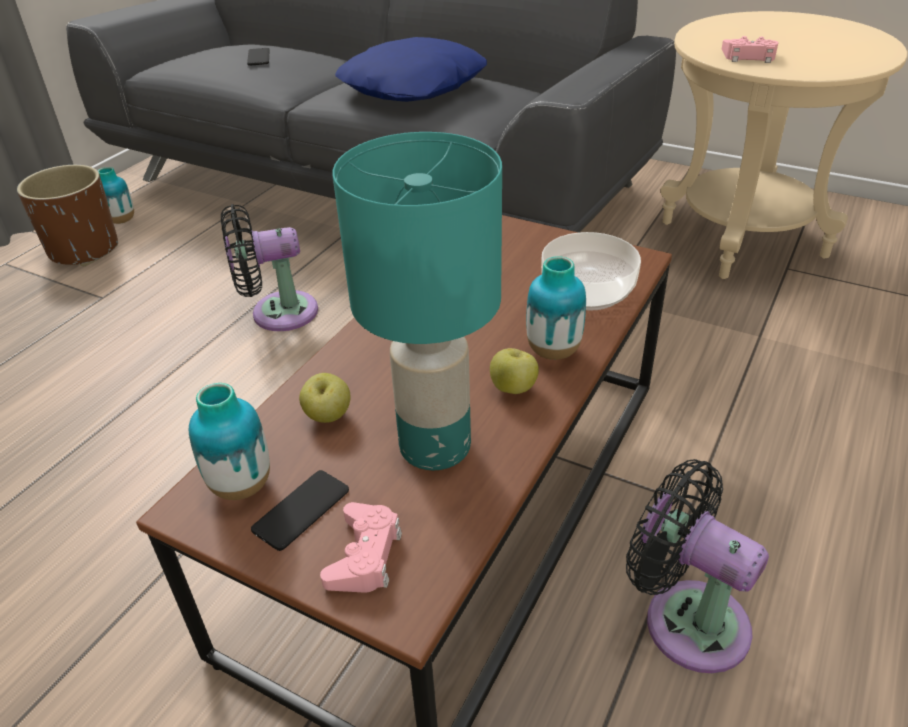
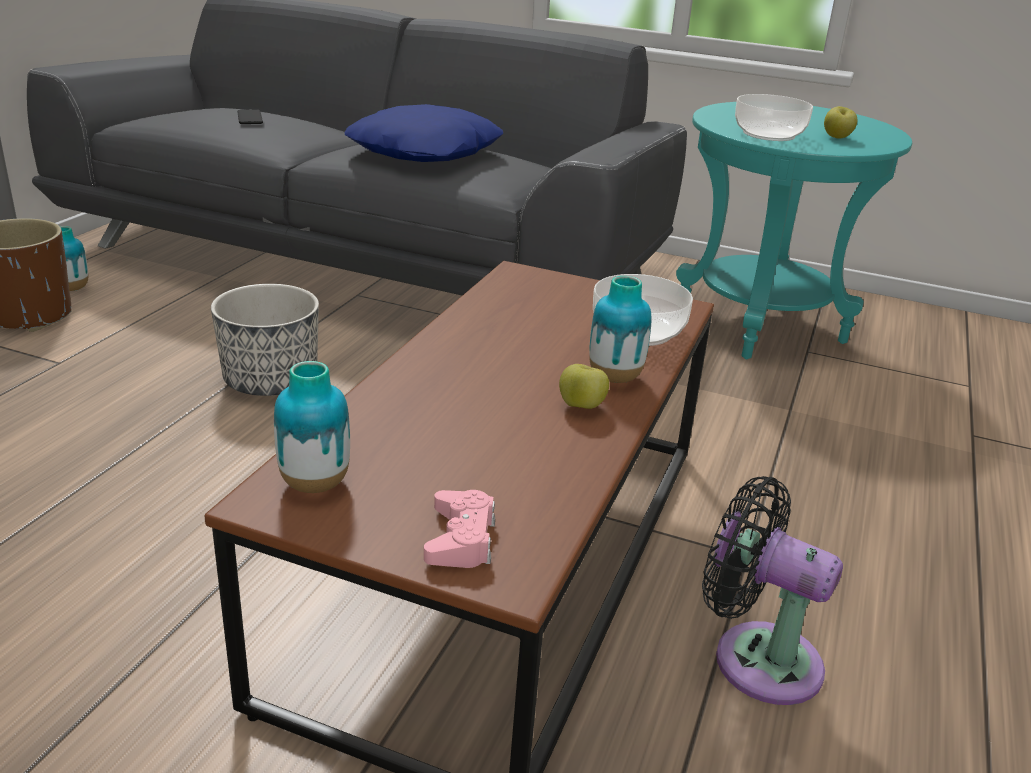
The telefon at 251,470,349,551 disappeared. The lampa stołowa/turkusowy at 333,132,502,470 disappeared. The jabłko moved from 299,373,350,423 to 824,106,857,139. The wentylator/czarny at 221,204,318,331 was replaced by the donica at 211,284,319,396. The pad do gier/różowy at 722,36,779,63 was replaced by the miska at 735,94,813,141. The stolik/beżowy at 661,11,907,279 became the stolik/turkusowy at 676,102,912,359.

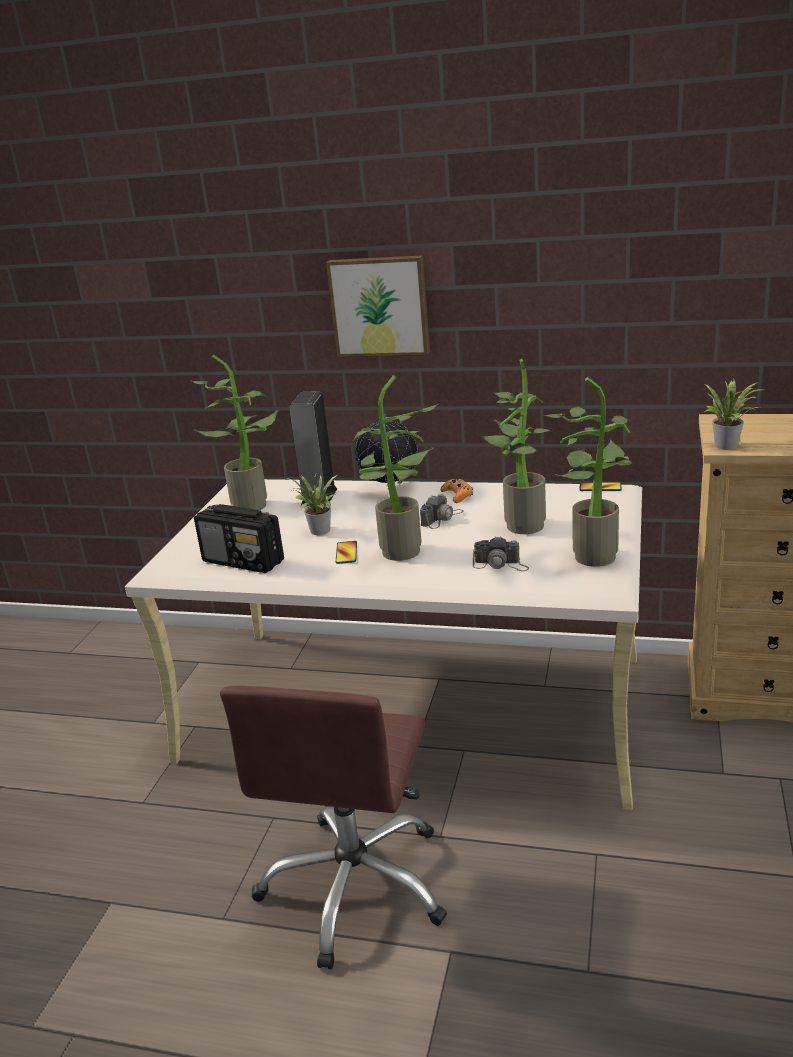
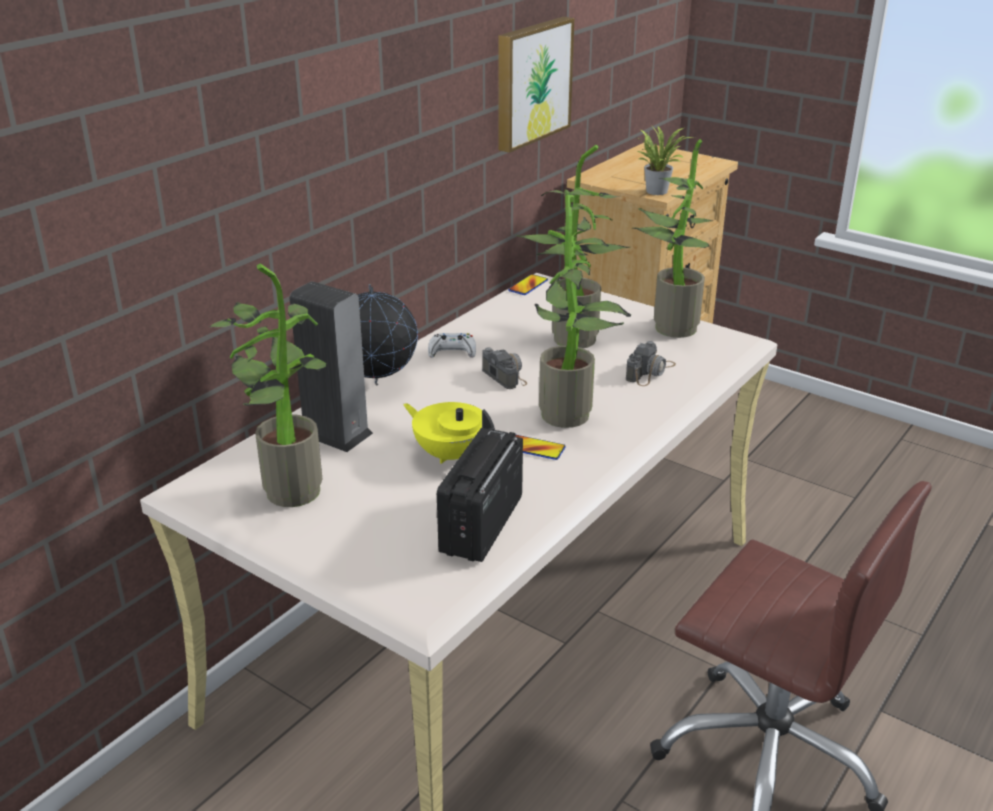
The obraz moved from 326,255,430,357 to 498,17,574,153. The roślina doniczkowa at 285,474,337,535 was replaced by the imbryk/żółty at 403,402,495,464. The pad do gier/pomarańczowy at 441,479,473,503 became the pad do gier/biały at 428,333,476,358. The radio at 194,504,284,573 turned 150 degrees clockwise.

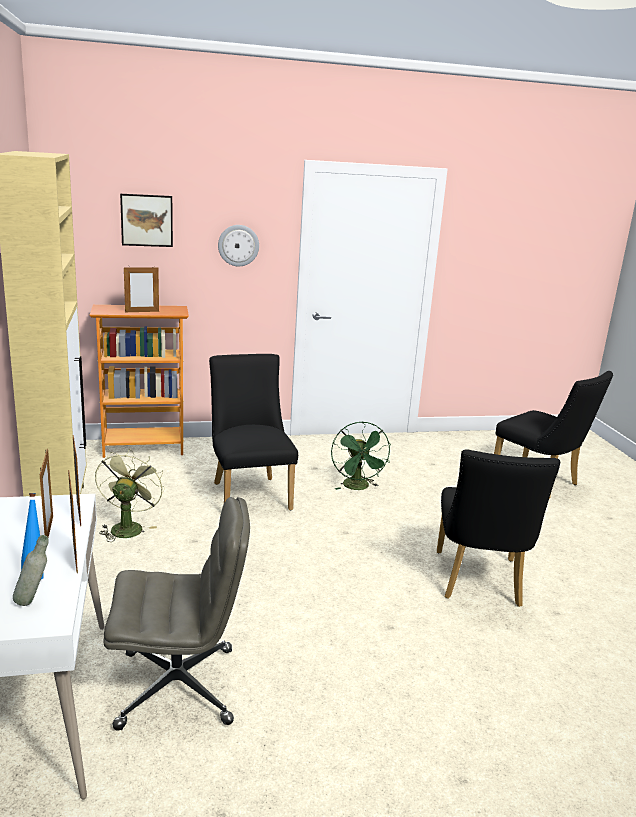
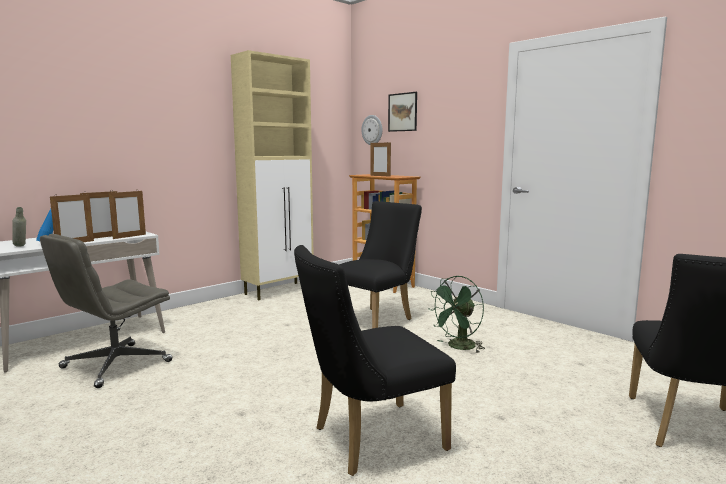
The wentylator/zielony at 95,449,165,542 disappeared. The zegar ścienny moved from 218,225,259,266 to 361,115,382,145. The krzesło biurowe/szary at 103,497,250,731 turned 75 degrees clockwise.

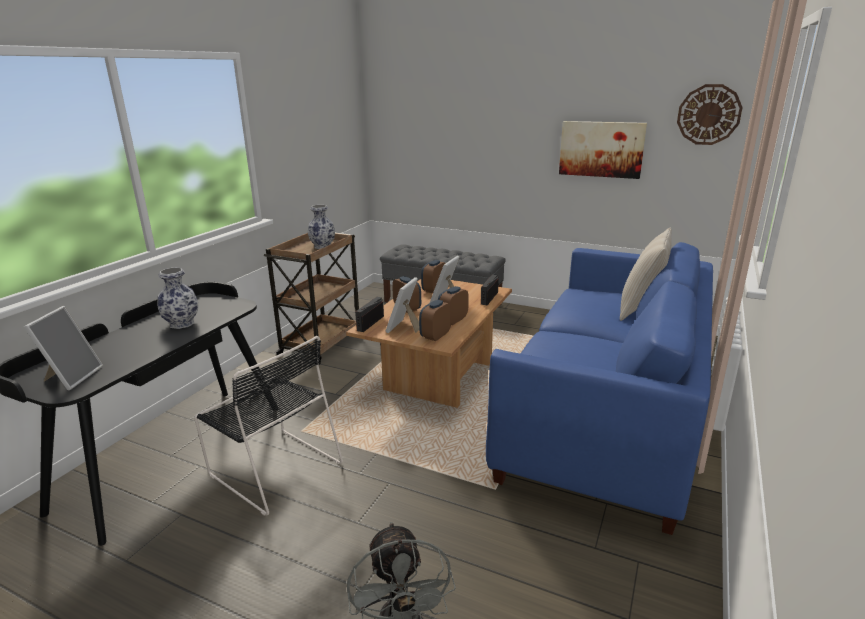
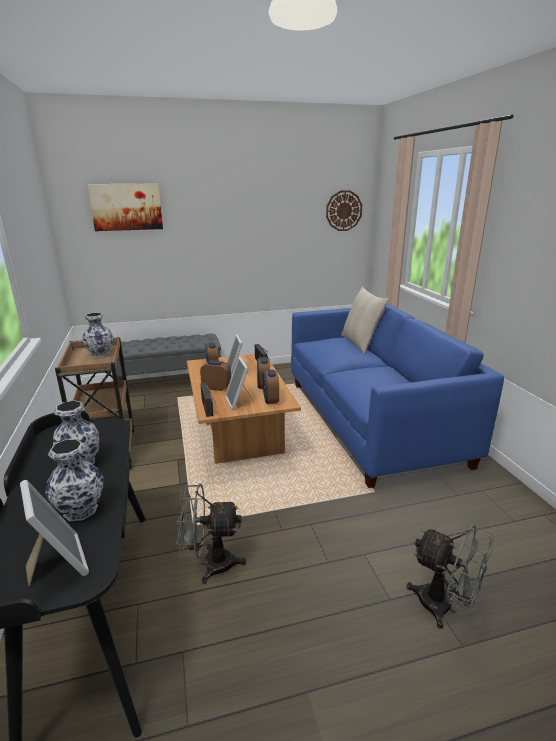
The wazon at 45,439,104,521 appeared. The obraz moved from 559,121,647,179 to 87,184,163,231. The krzesło/czarny at 194,336,343,516 was replaced by the wentylator/szary at 176,483,246,584.

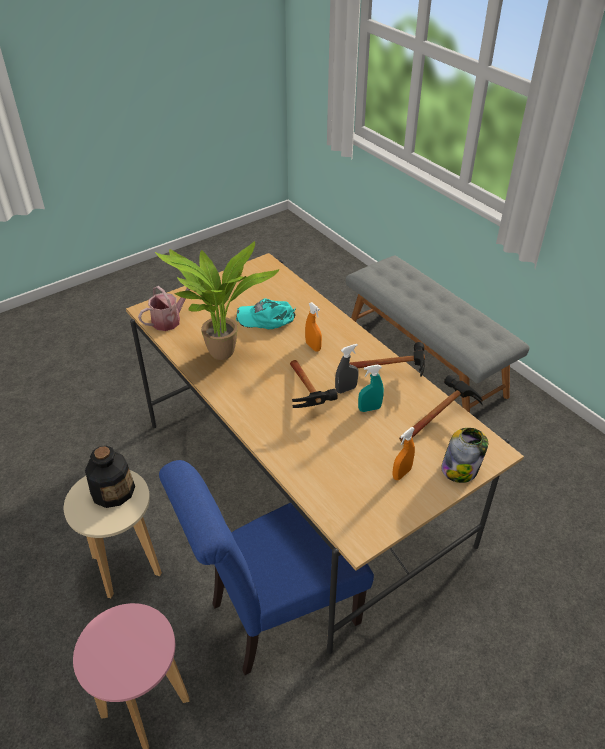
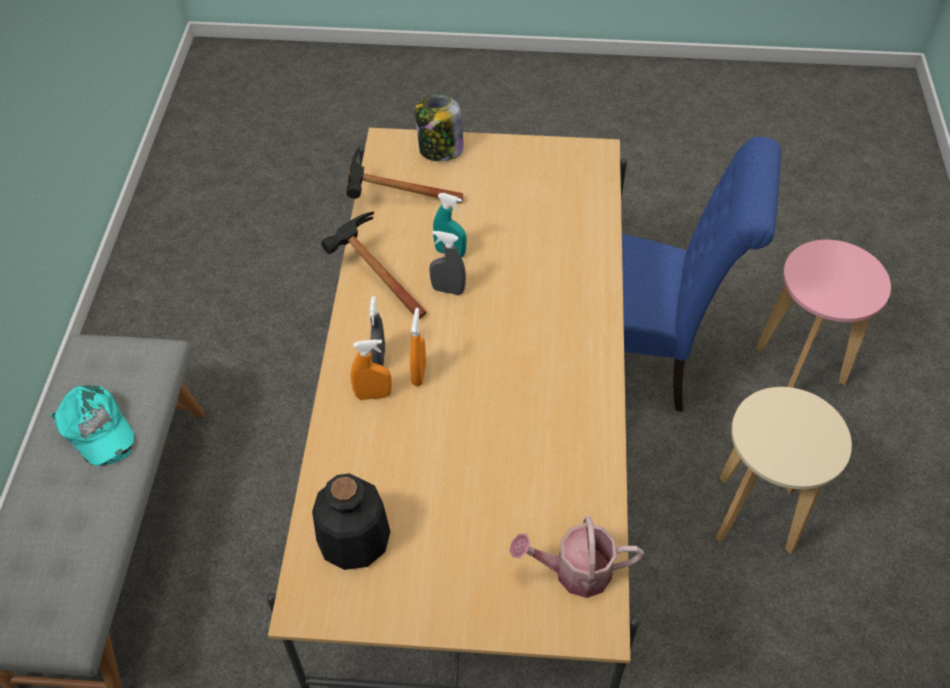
The roślina doniczkowa at 155,241,279,360 disappeared. The młotek at 290,360,338,408 disappeared. The spryskiwacz/szary at 369,297,385,366 appeared. The butelka moved from 85,446,135,508 to 312,473,390,570. The czapka z daszkiem/turkusowy moved from 236,298,296,329 to 50,386,135,466. The spryskiwacz/pomarańczowy moved from 392,427,415,480 to 351,339,392,400.

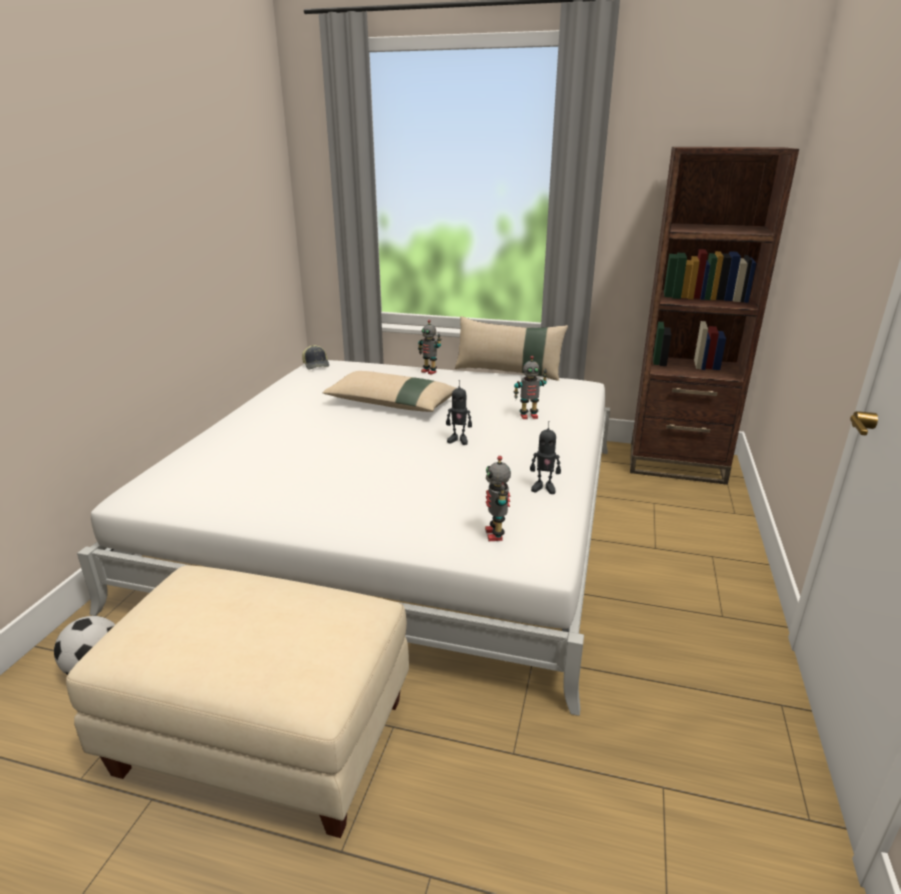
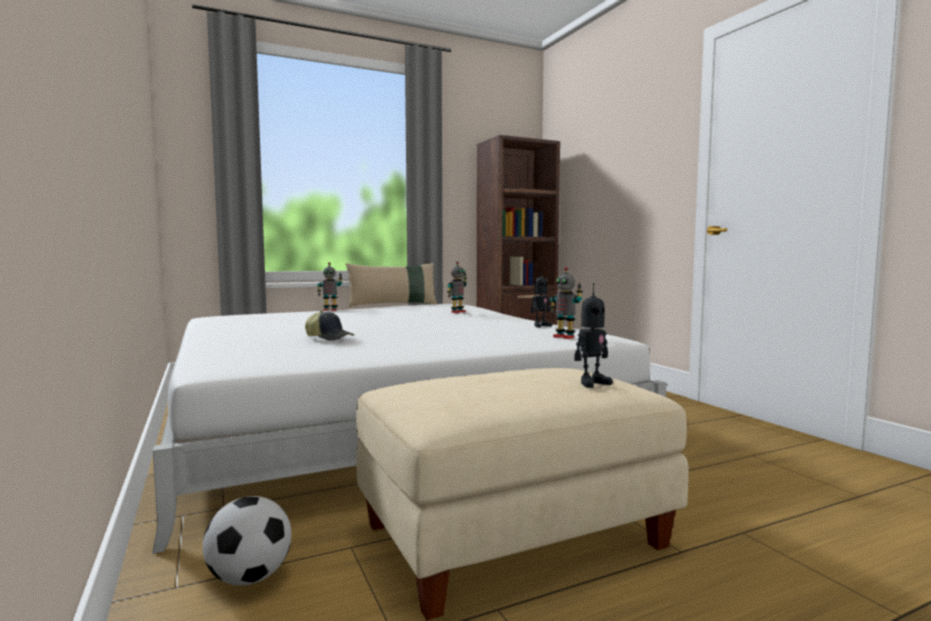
The poduszka/beżowy at 322,371,457,412 disappeared. The czapka z daszkiem moved from 302,345,329,370 to 305,311,354,341. The robot zabawkowy moved from 446,380,472,445 to 574,283,613,388.

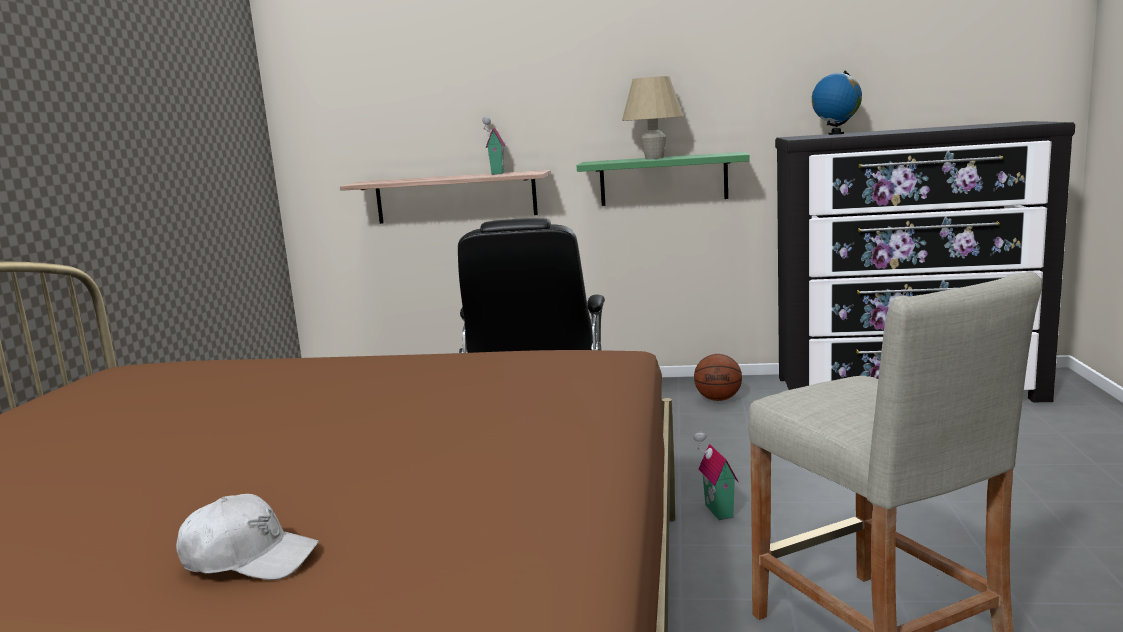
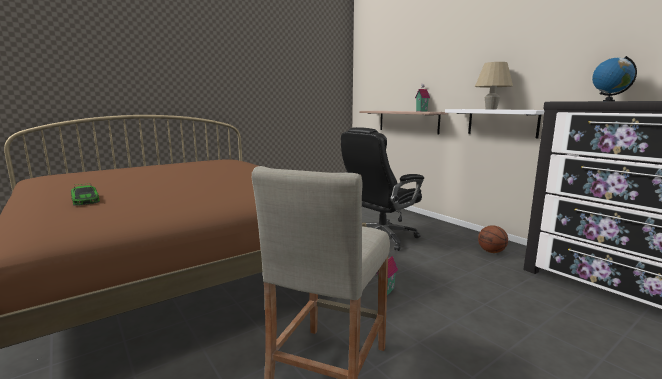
The czapka z daszkiem/biały at 176,494,319,580 was replaced by the samochodzik at 71,183,100,206. The półka/zielony at 577,152,750,206 became the półka/biały at 445,109,545,138.

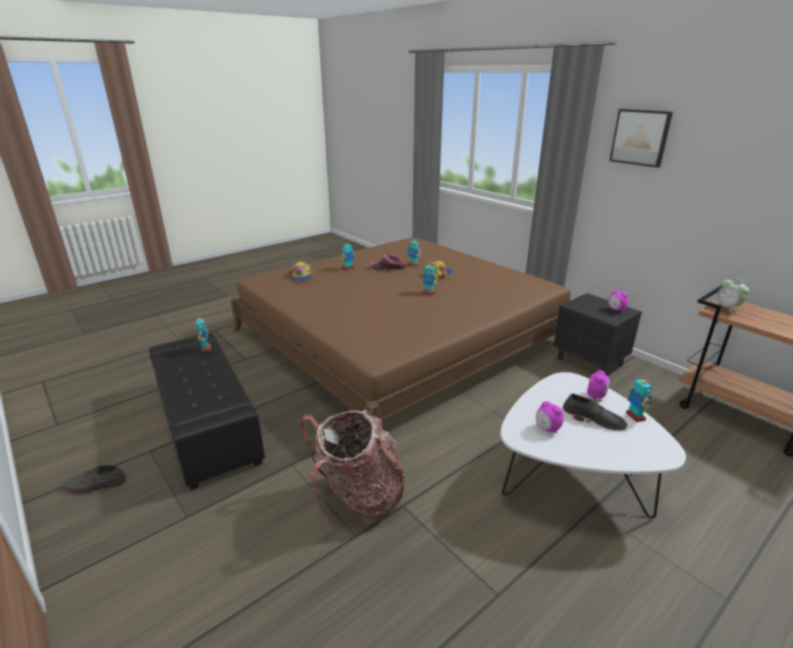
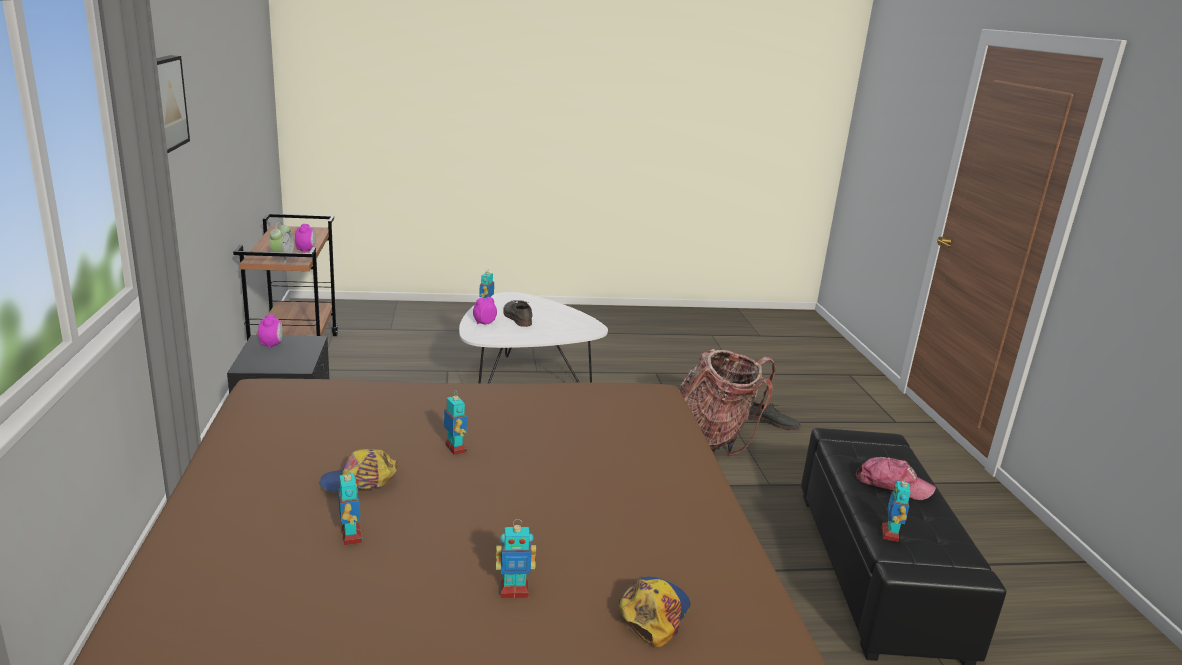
The but/szary moved from 62,465,127,494 to 747,402,801,430. The czapka z daszkiem moved from 370,254,406,271 to 856,457,936,500. The budzik moved from 536,401,563,433 to 295,224,315,253.

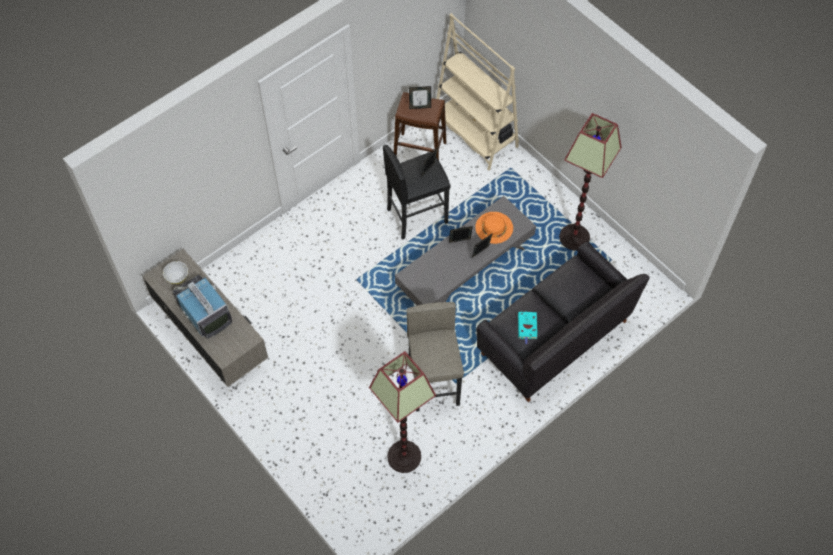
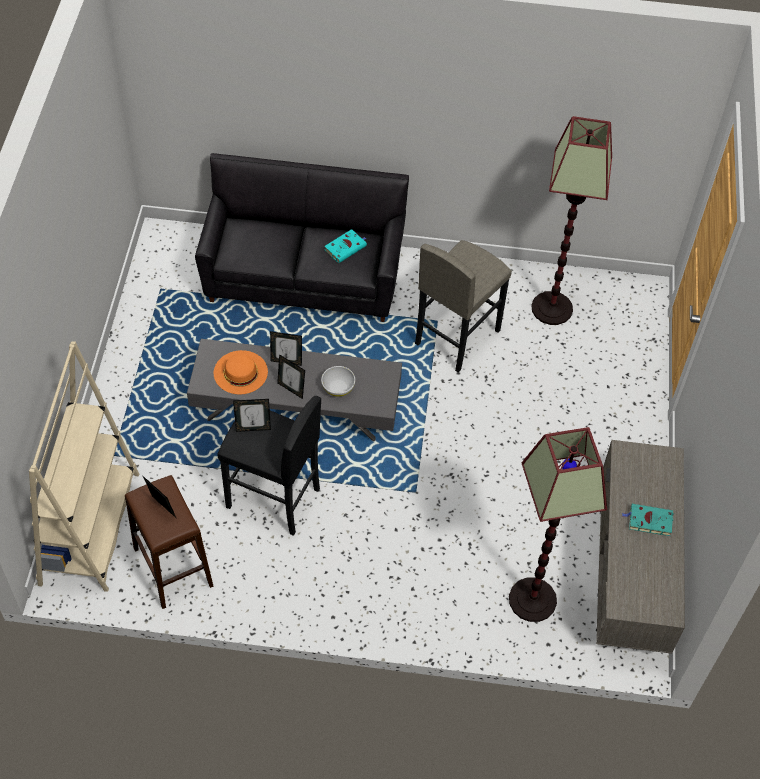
The miska/biały moved from 163,261,188,284 to 321,366,355,397. The lampa stojąca moved from 559,113,622,250 to 509,427,607,622. The telewizor at 173,275,232,339 was replaced by the książka/turkusowy at 622,504,674,536.

